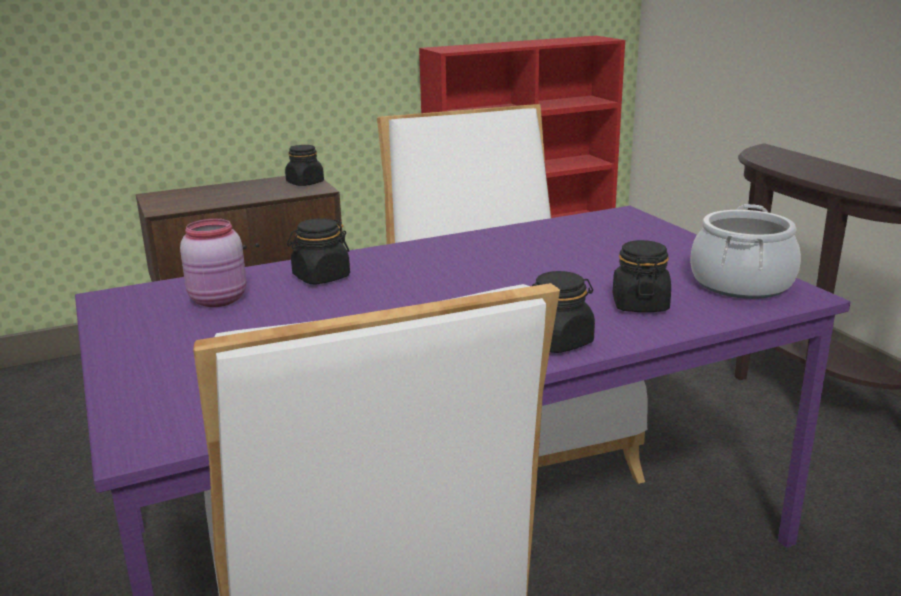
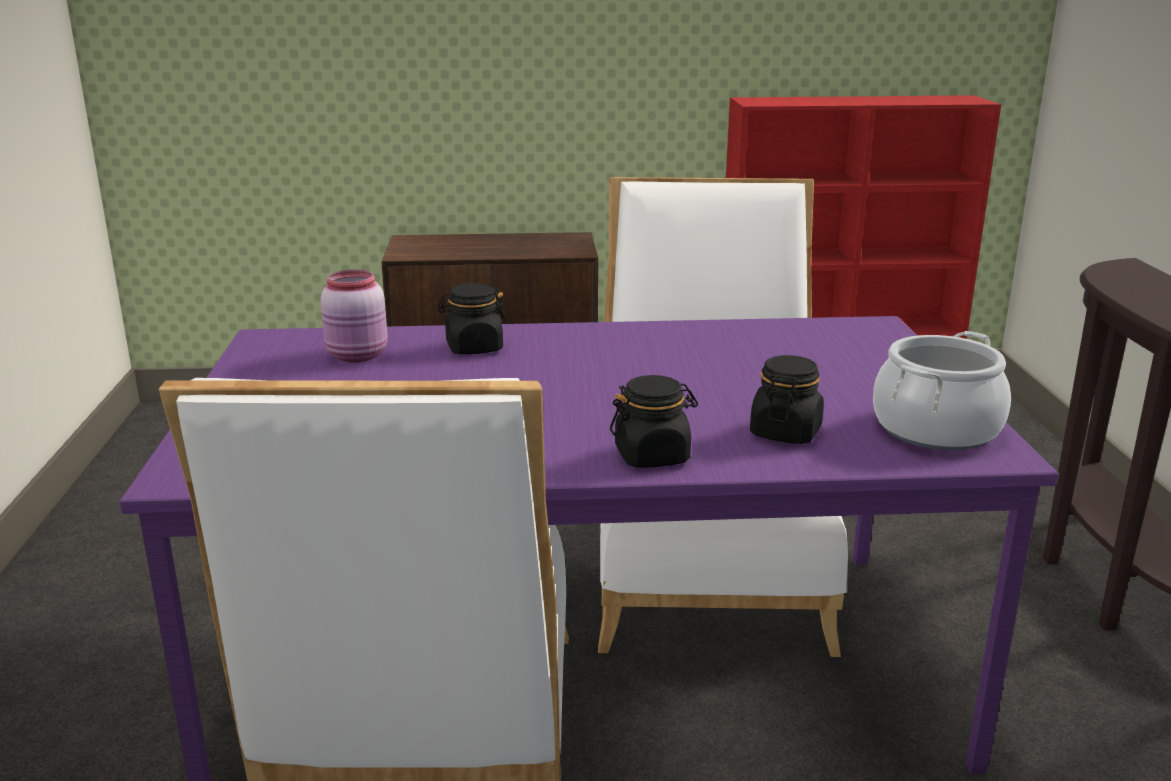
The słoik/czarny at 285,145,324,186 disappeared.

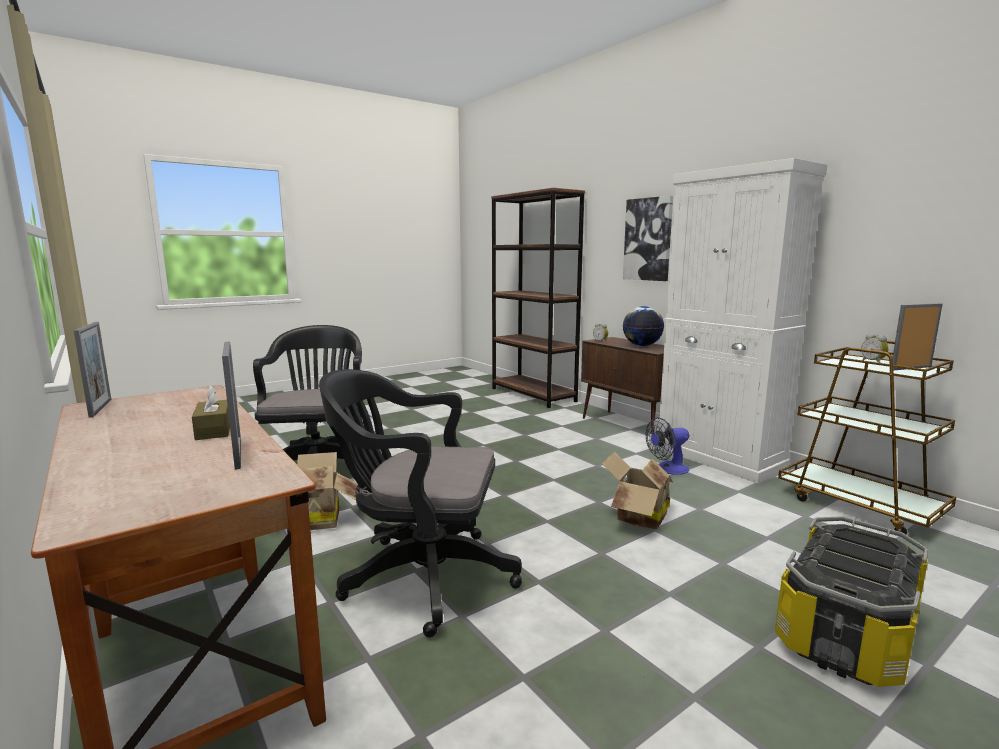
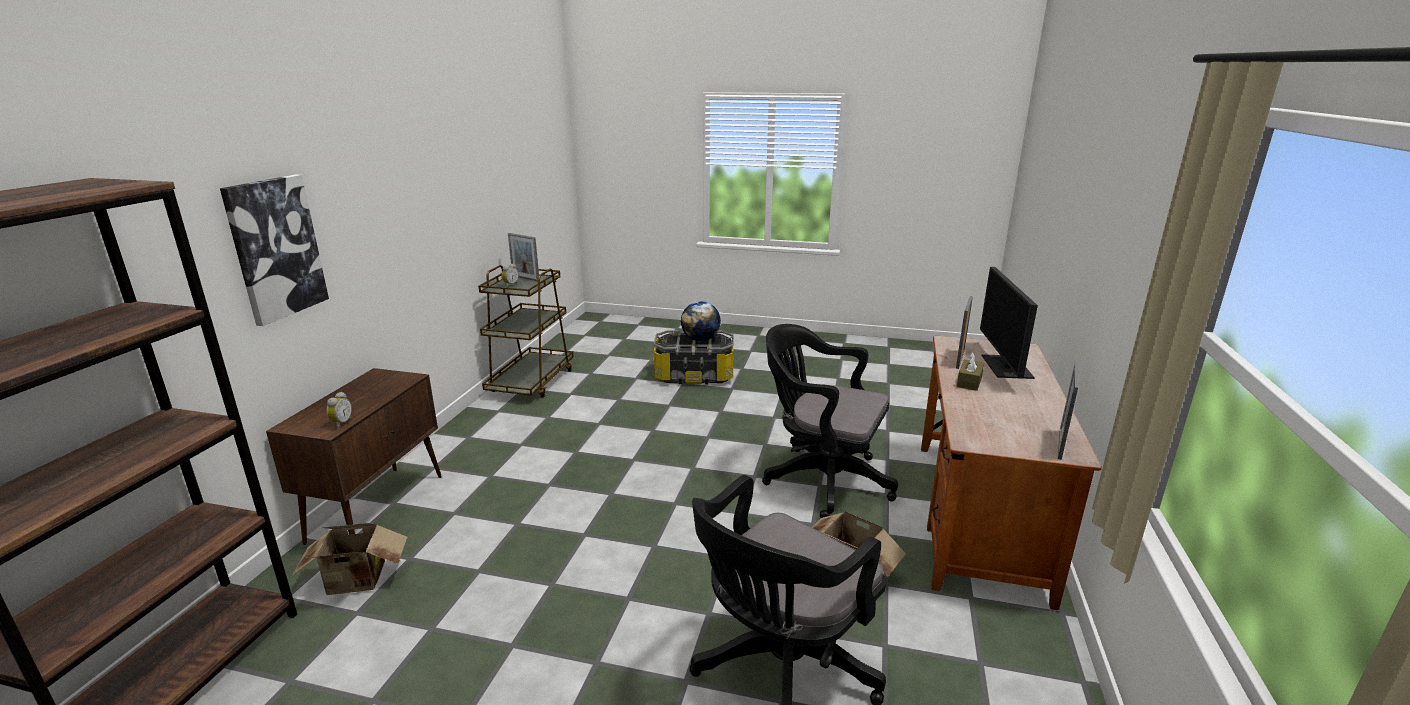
The wentylator at 646,417,689,475 disappeared. The szafka/biały at 658,158,827,483 disappeared. The monitor at 980,267,1038,379 appeared. The karton moved from 602,452,673,530 to 293,523,407,595. The globus moved from 623,306,664,346 to 681,301,721,341. The krzesło biurowe/czarny at 319,369,522,638 turned 150 degrees clockwise.

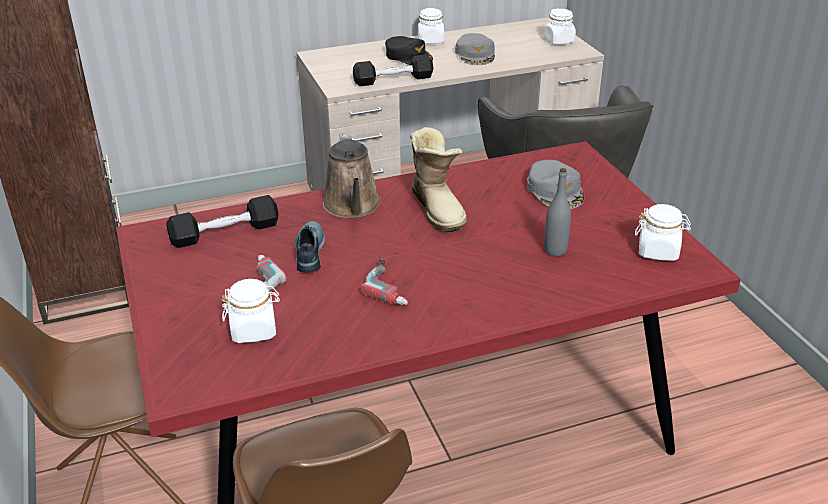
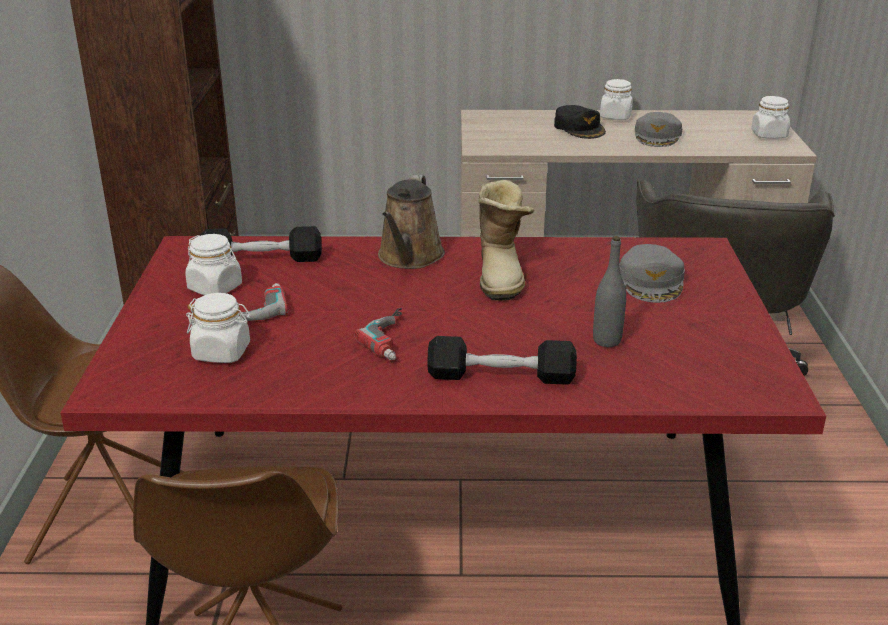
The but at 294,221,325,272 disappeared. The hantel/czarny moved from 353,54,433,86 to 427,336,577,385. The słoik/biały moved from 635,204,691,261 to 185,234,242,295.

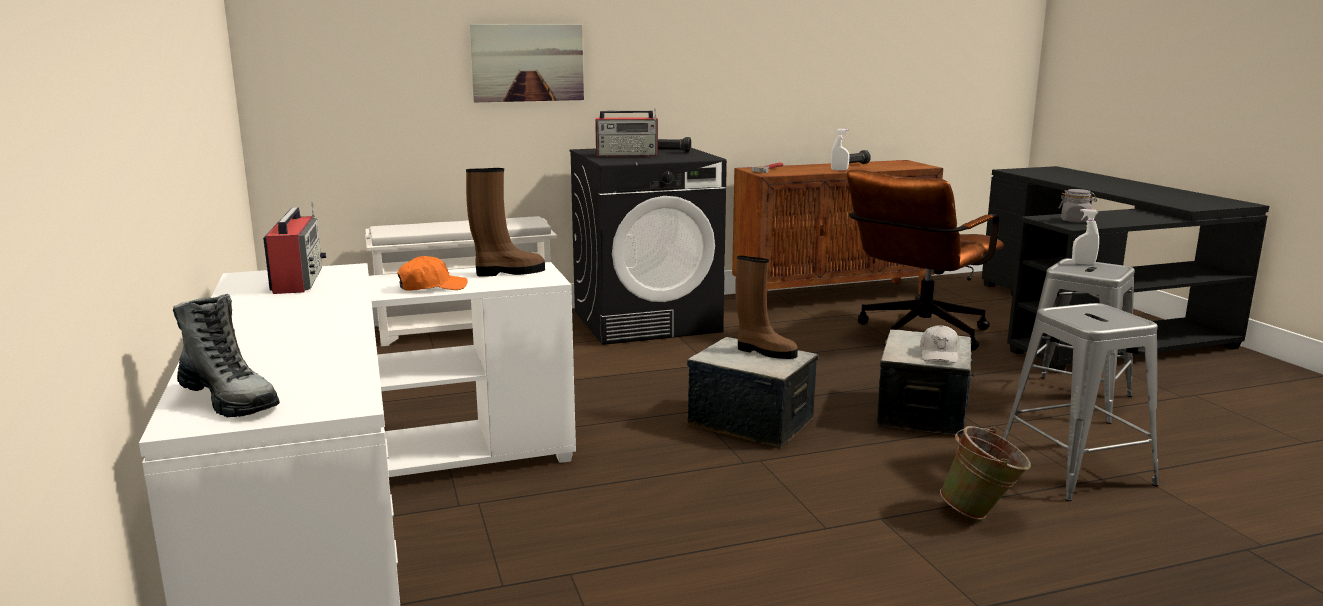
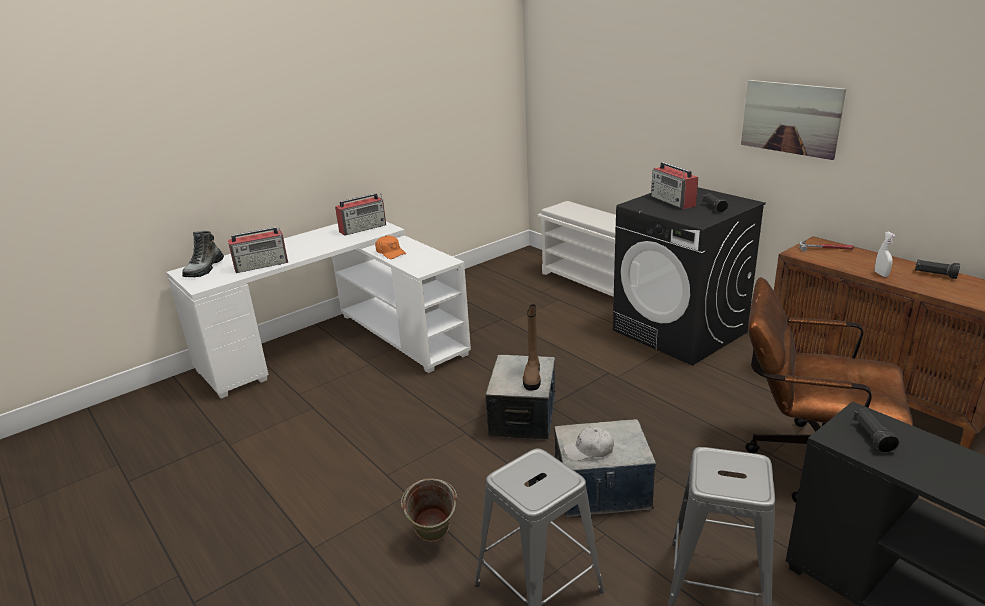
The but z cholewką/brązowy at 466,168,545,277 disappeared. The spryskiwacz/biały at 1072,209,1099,264 disappeared. The radio at 228,227,288,273 appeared. The obraz moved from 469,24,584,102 to 741,80,846,160. The słoik/szary at 1058,189,1097,223 was replaced by the latarka/czarny at 853,408,900,453.

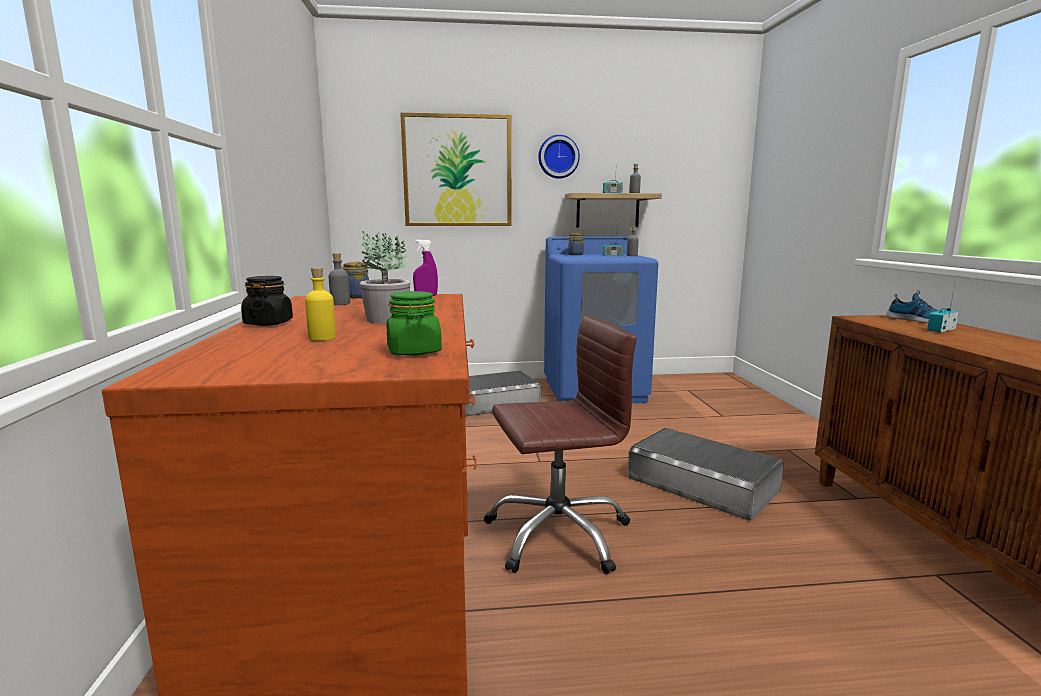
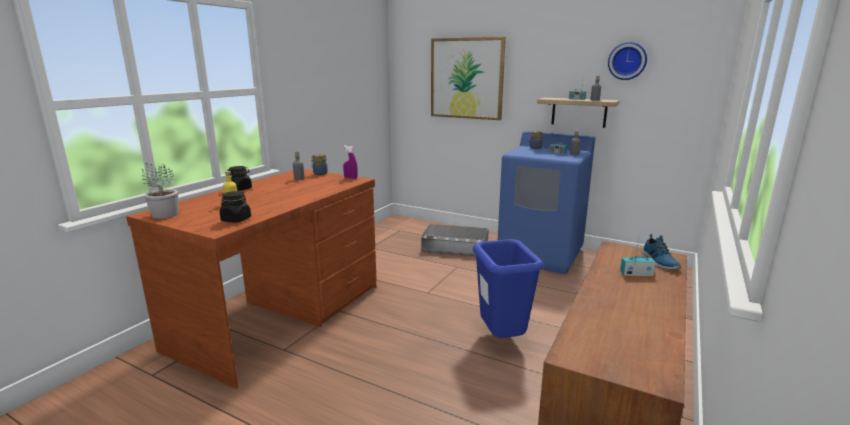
The krzesło biurowe/brązowy at 483,316,637,574 disappeared. The roślina doniczkowa moved from 359,230,410,323 to 142,162,179,219. The zegar ścienny moved from 538,135,580,179 to 608,42,647,80. The pojemnik do przechowywania/szary at 628,427,784,521 was replaced by the kosz na śmieci/niebieski at 473,239,544,338. The słoik/zielony at 387,291,442,356 became the słoik/czarny at 220,191,251,222.

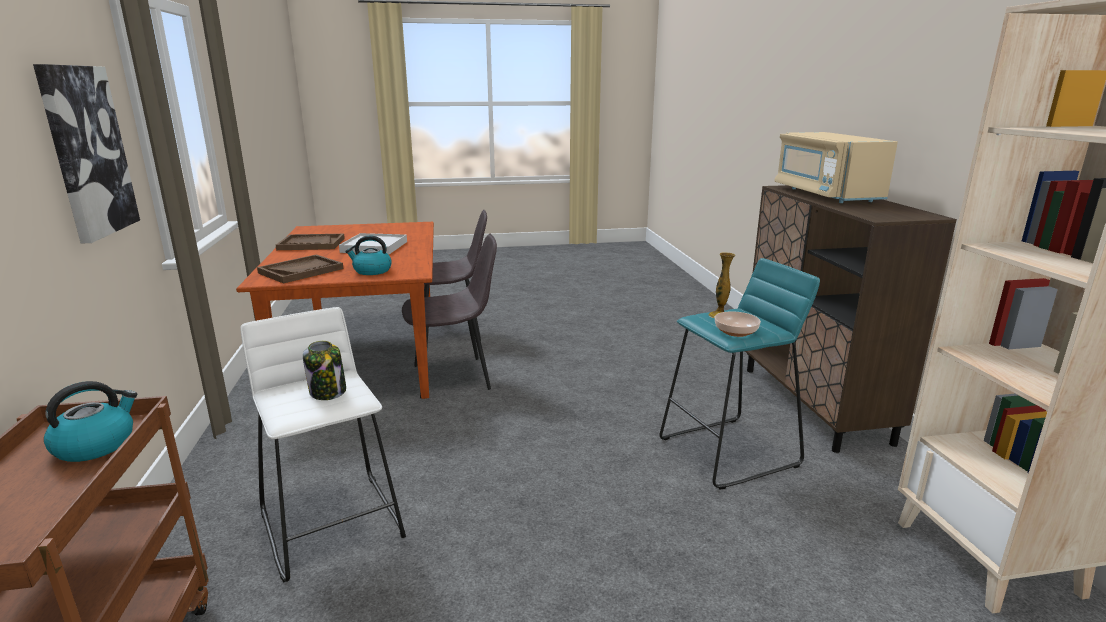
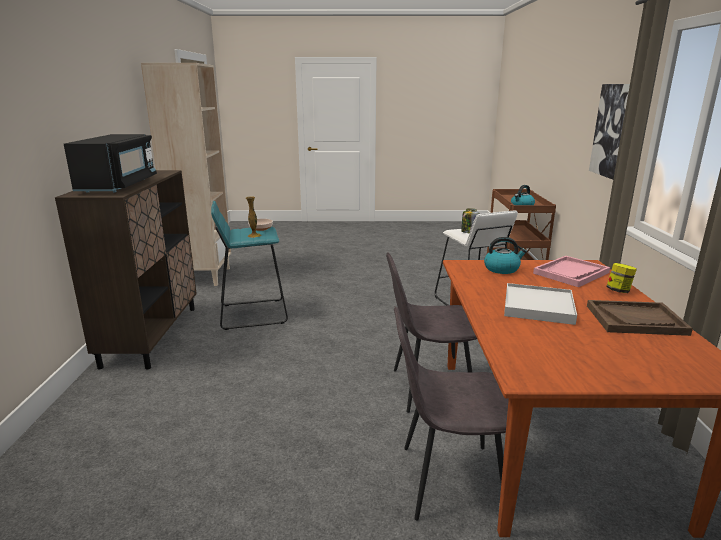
The słoik at 606,263,637,293 appeared. The taca/brązowy at 257,254,344,284 became the taca/różowy at 533,256,610,287. The mikrofalówka/beżowy at 774,132,898,203 became the mikrofalówka/czarny at 64,134,157,193.

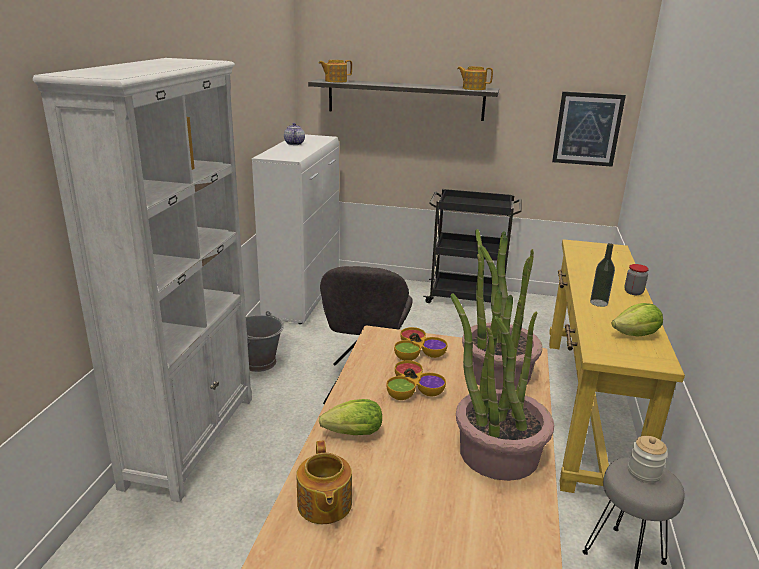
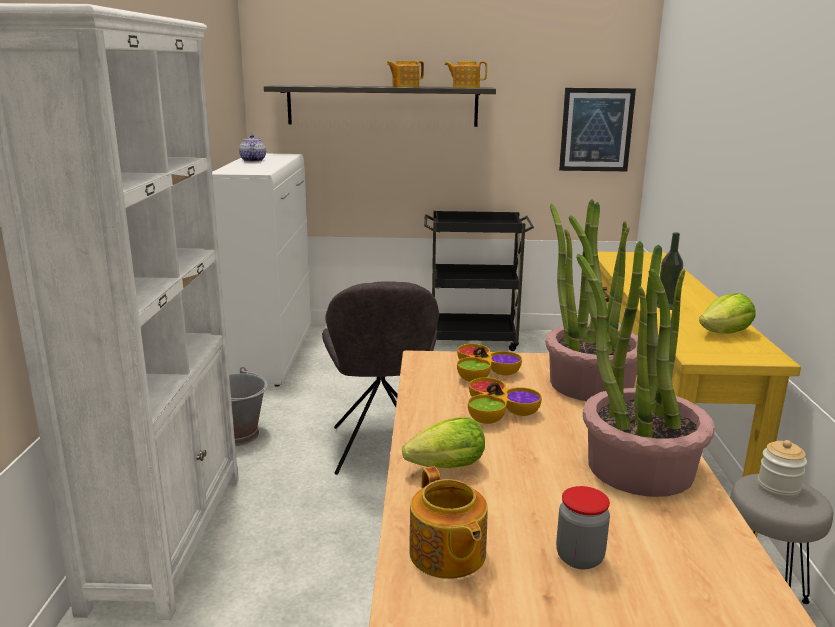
The imbryk moved from 319,60,352,83 to 387,61,424,87. The słoik moved from 624,264,649,295 to 556,486,610,569.

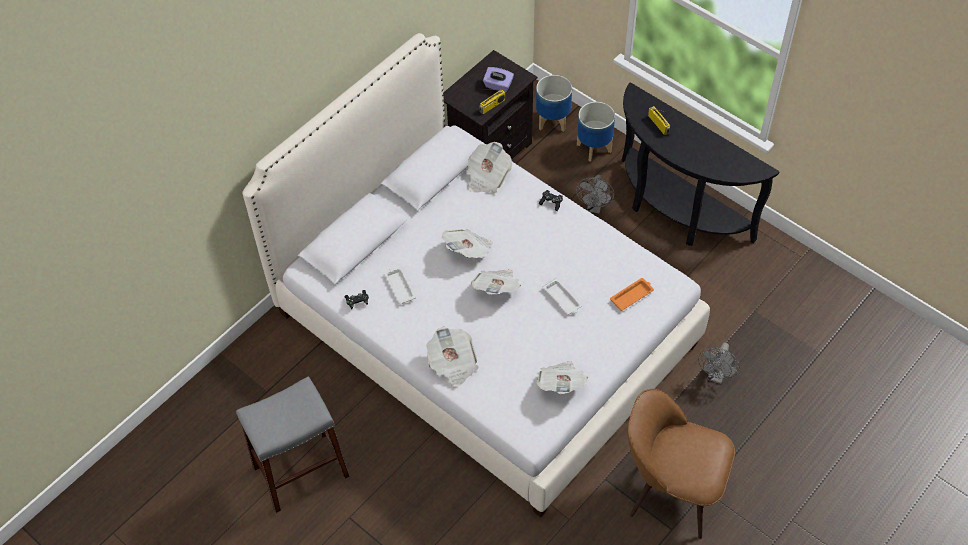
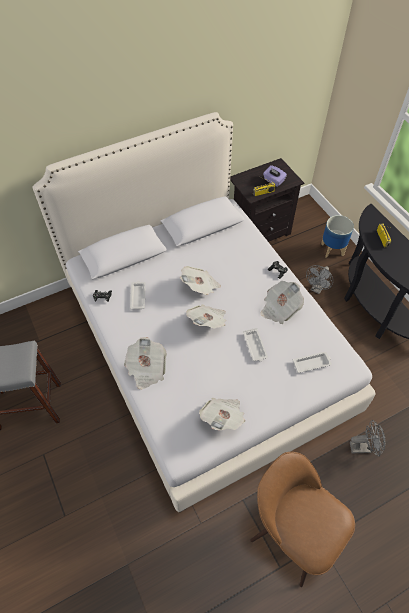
The donica at 536,75,572,132 disappeared. The gazeta moved from 466,142,512,193 to 261,281,304,324. The taca/pomarańczowy at 610,278,654,311 became the taca/biały at 293,352,332,373. The wentylator/szary at 698,343,740,384 turned 135 degrees counterclockwise.

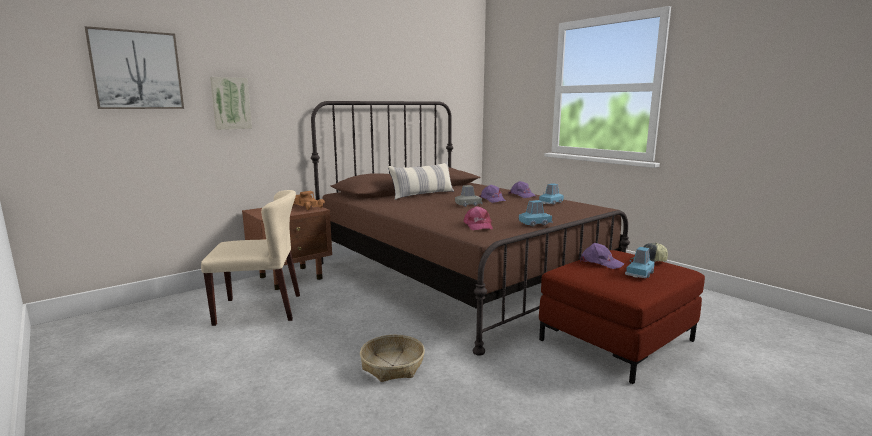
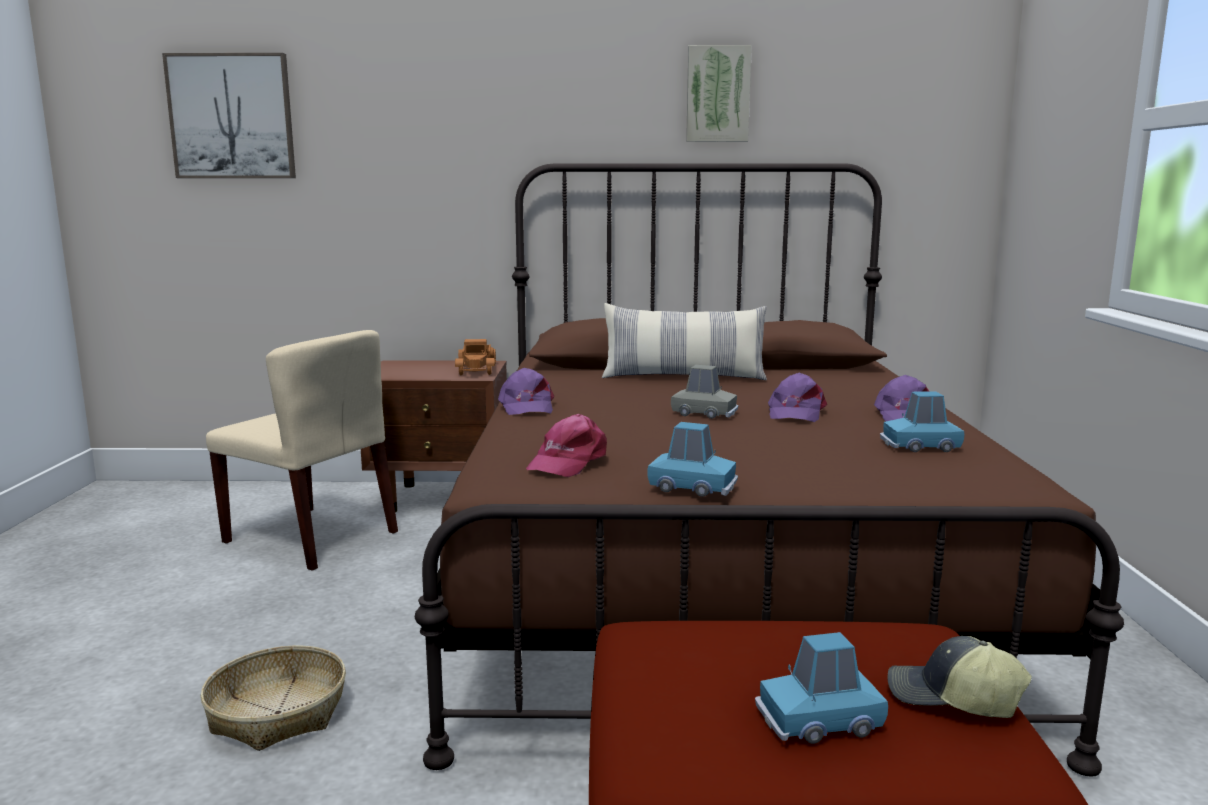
The obraz moved from 210,77,252,130 to 686,45,752,142. The czapka z daszkiem/fioletowy moved from 580,243,624,269 to 498,368,554,415.

